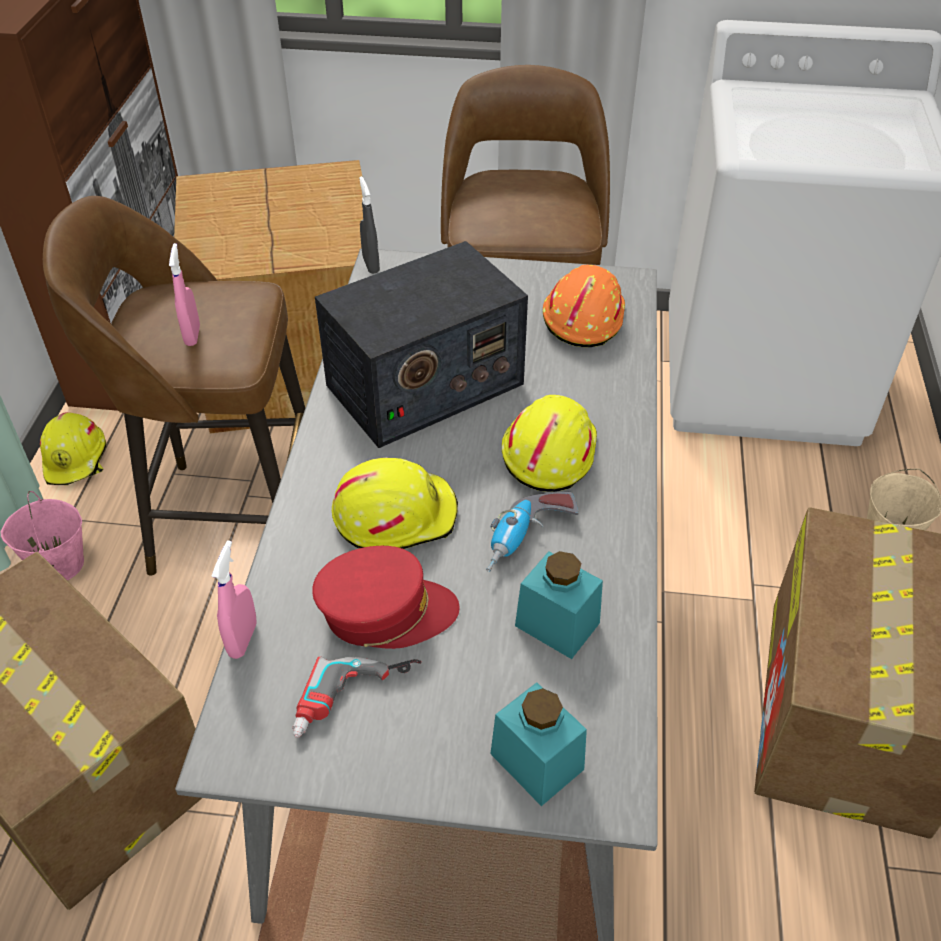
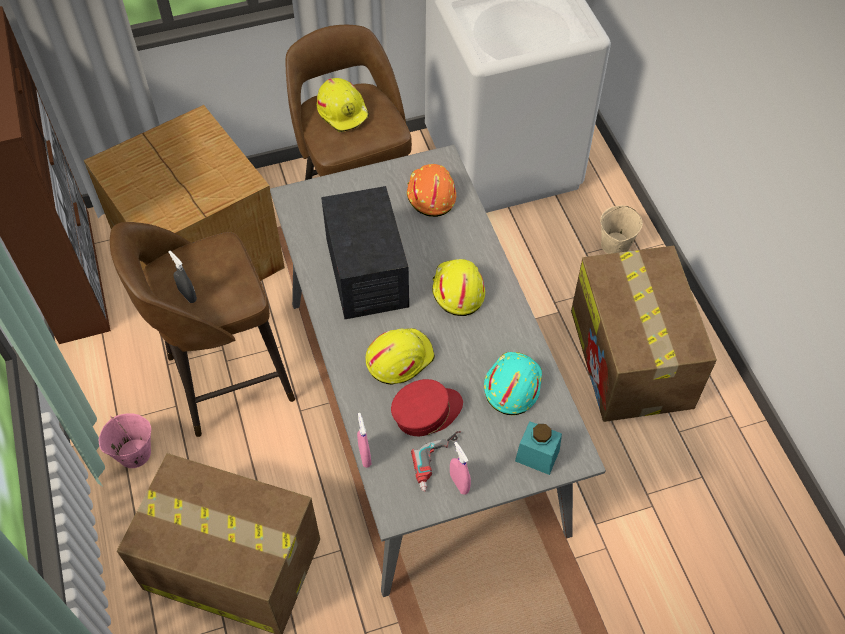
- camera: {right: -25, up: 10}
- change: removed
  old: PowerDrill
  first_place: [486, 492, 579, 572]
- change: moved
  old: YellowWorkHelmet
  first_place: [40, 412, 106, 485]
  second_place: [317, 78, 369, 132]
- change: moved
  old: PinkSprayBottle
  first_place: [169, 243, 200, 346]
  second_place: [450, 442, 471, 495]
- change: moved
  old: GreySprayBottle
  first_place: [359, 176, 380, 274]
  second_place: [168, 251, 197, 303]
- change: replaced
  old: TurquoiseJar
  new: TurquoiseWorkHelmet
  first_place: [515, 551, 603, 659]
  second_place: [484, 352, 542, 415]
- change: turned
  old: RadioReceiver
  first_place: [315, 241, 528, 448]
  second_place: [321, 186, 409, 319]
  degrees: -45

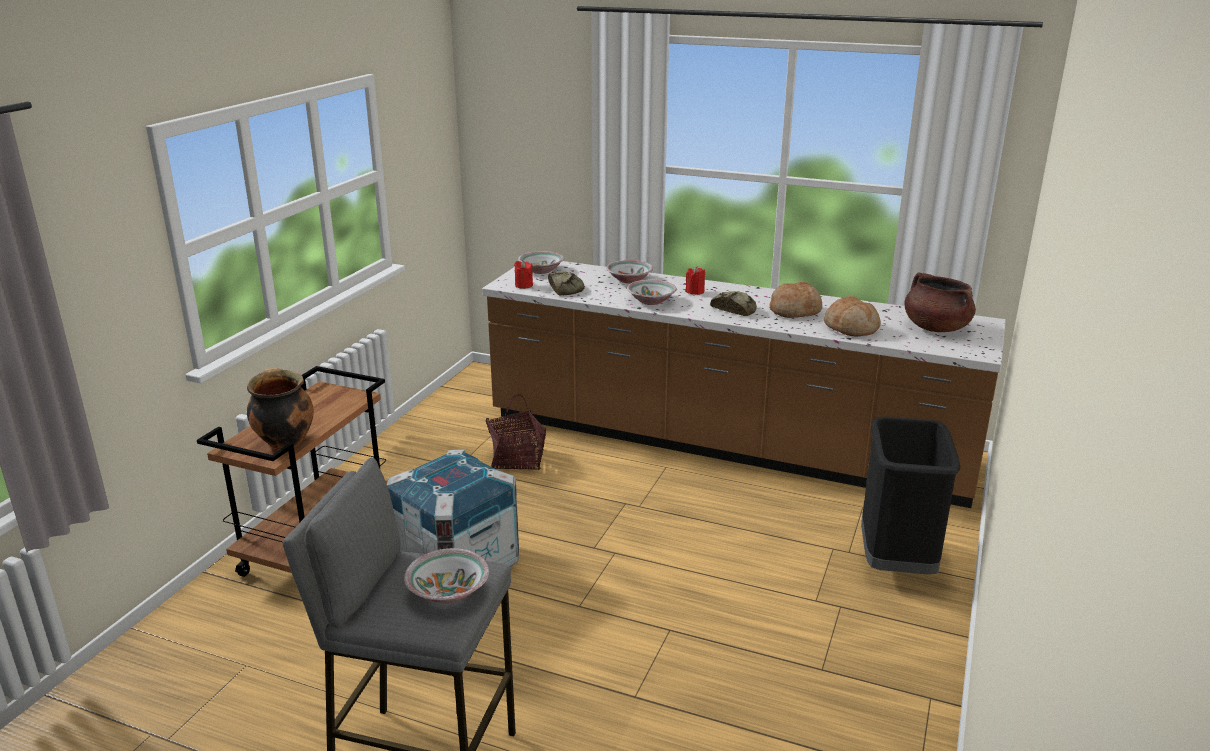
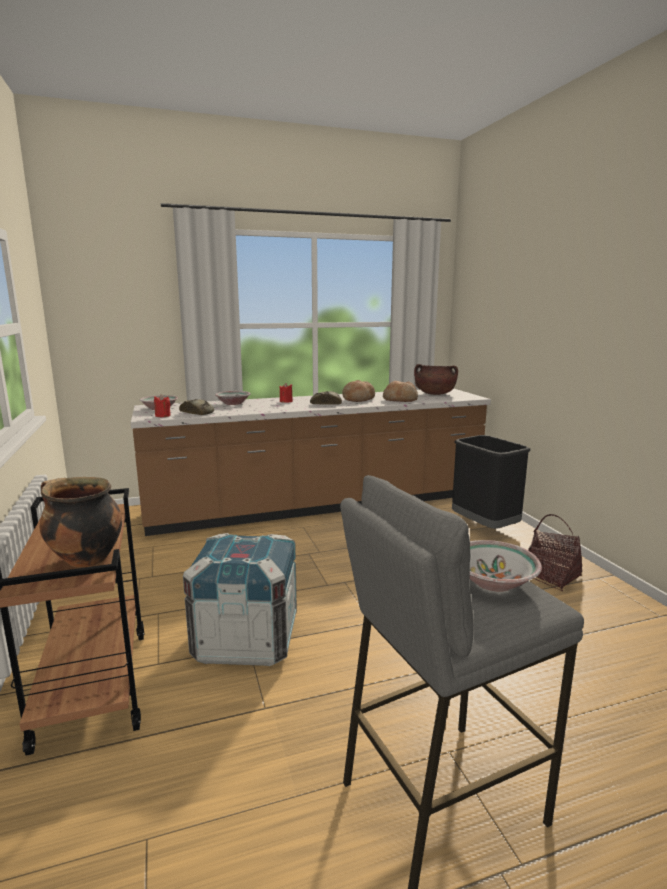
- camera: {right: -40, up: -10}
- change: removed
  old: DeepDish
  first_place: [627, 280, 677, 305]
- change: moved
  old: Basket
  first_place: [486, 394, 546, 470]
  second_place: [528, 514, 582, 591]

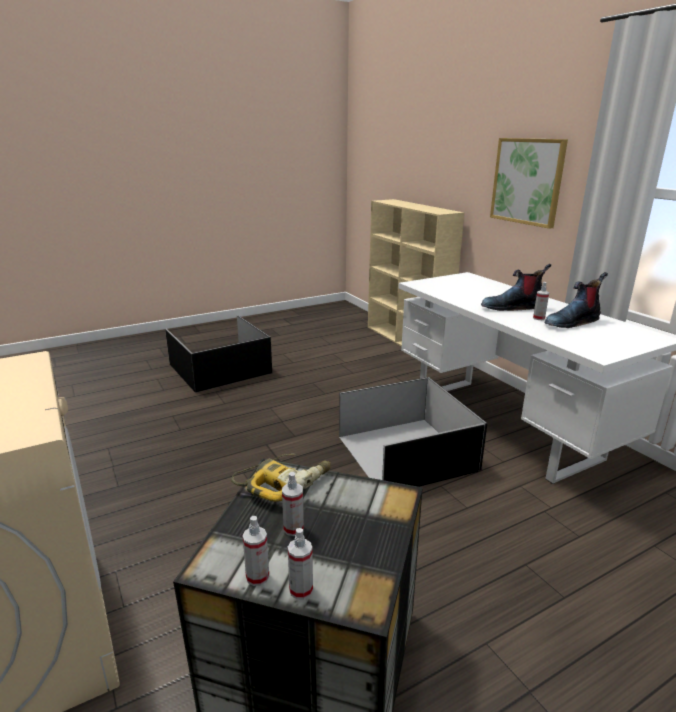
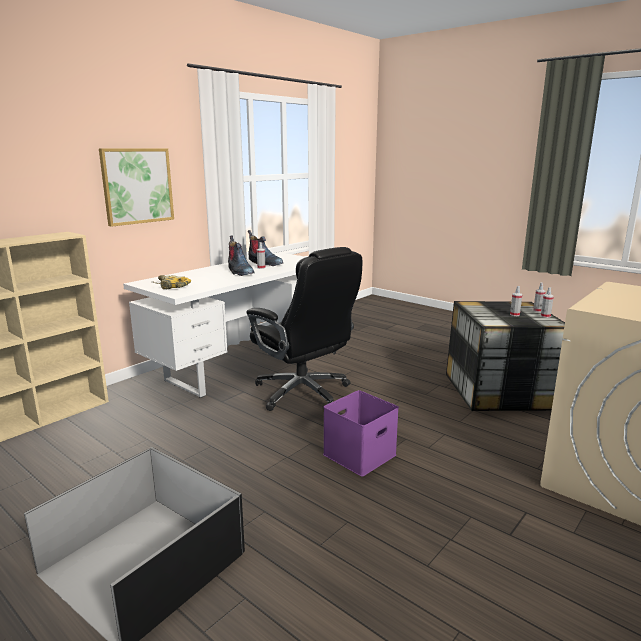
- camera: {right: -110, up: -5}
- change: added
  new: PurpleColouredStorageBox
  second_place: [323, 390, 399, 476]
- change: moved
  old: PowerDrill
  first_place: [231, 454, 331, 502]
  second_place: [154, 275, 191, 289]
- change: replaced
  old: BlackColouredStorageBox
  new: BlackColouredDeskChair
  first_place: [339, 377, 487, 487]
  second_place: [246, 247, 362, 411]

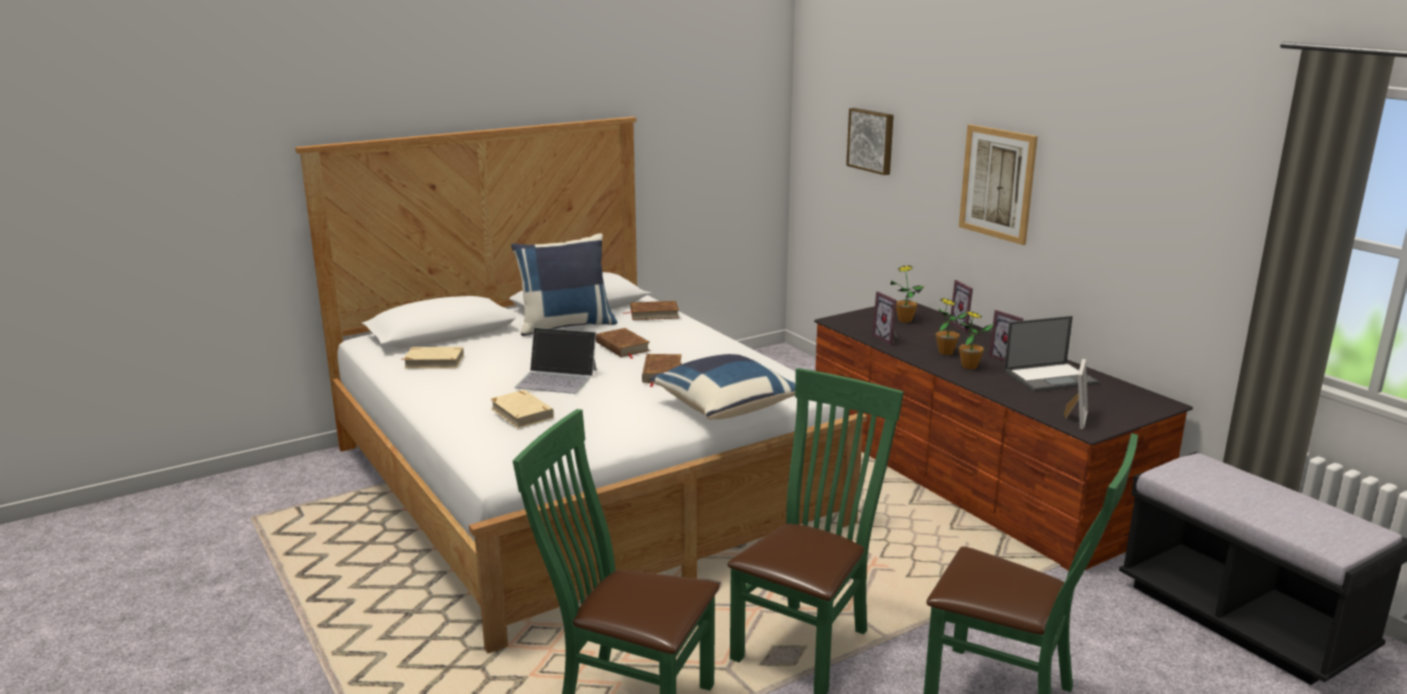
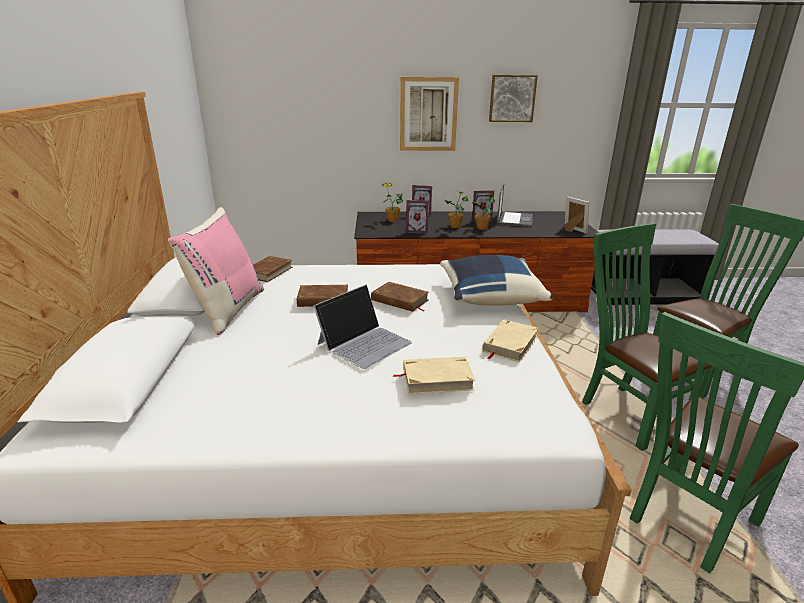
- camera: {right: -60, up: 5}
- change: moved
  old: BeigeColouredBook
  first_place: [401, 347, 464, 369]
  second_place: [482, 319, 539, 362]
- change: moved
  old: WallArt
  first_place: [846, 108, 894, 175]
  second_place: [489, 75, 538, 122]
- change: recoloured
  old: BluePillow
  new: PinkPillow
  first_place: [511, 233, 617, 336]
  second_place: [168, 207, 264, 335]

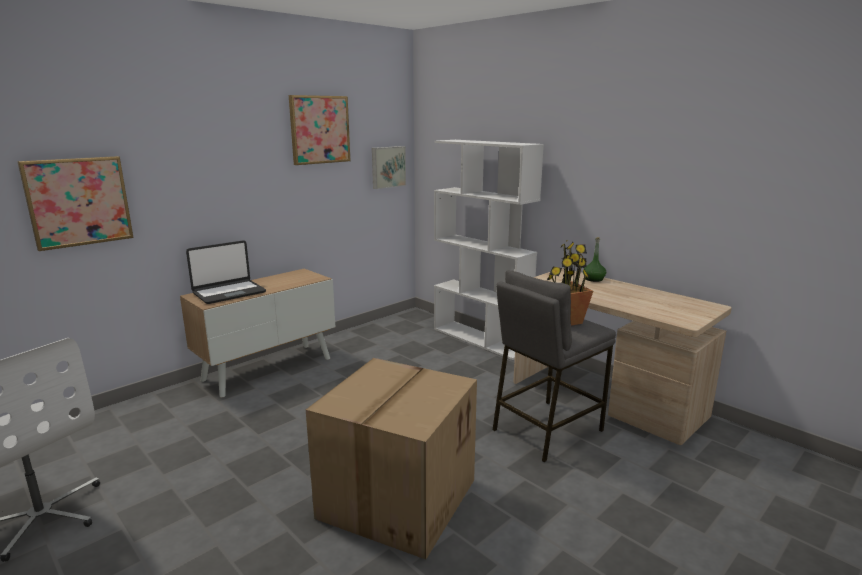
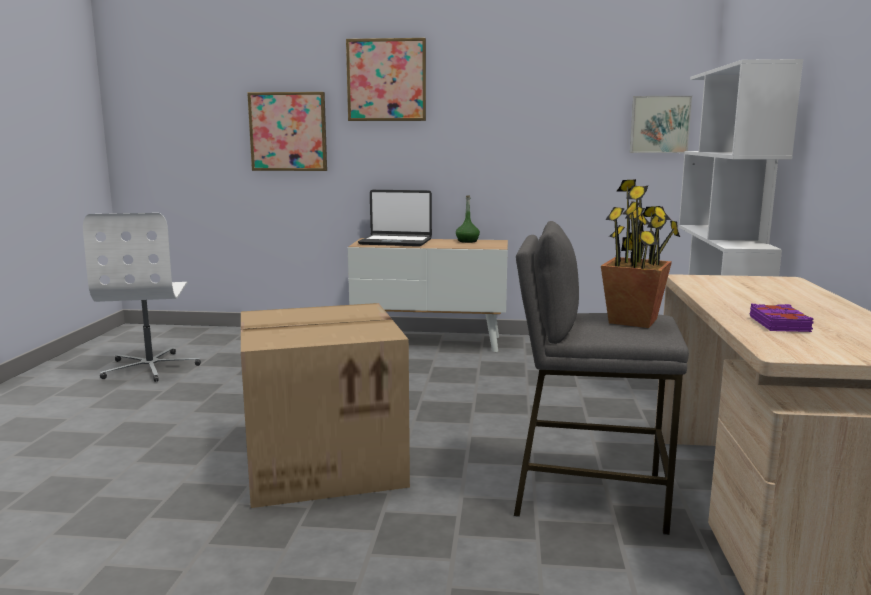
- camera: {right: 50, up: -5}
- change: added
  new: PurpleColouredBook
  second_place: [750, 304, 814, 332]
- change: moved
  old: WallArt
  first_place: [289, 95, 350, 165]
  second_place: [346, 38, 426, 121]
- change: moved
  old: GreenDrinkBottle
  first_place: [583, 237, 606, 282]
  second_place: [456, 195, 480, 243]

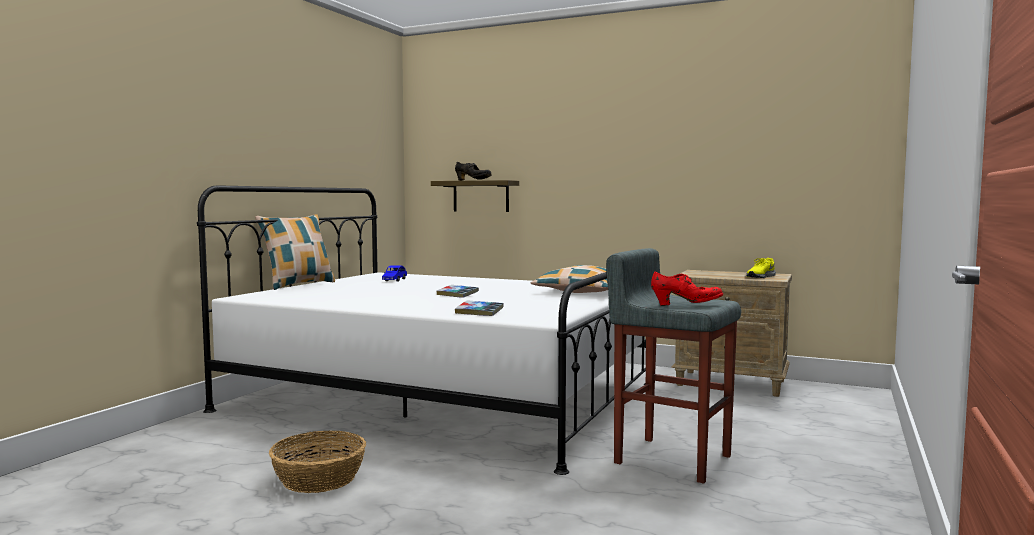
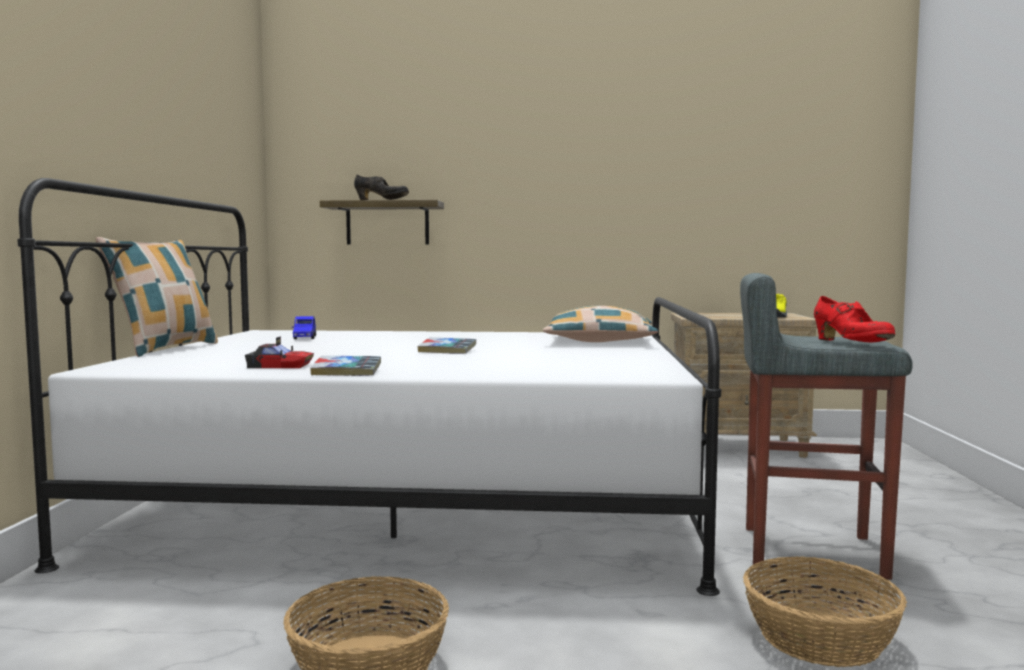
- camera: {right: -20, up: 0}
- change: added
  new: ModelCar
  second_place: [245, 336, 314, 368]
- change: added
  new: Basket
  second_place: [743, 557, 907, 667]
- change: moved
  old: Book
  first_place: [455, 301, 504, 316]
  second_place: [310, 356, 381, 376]
- change: turned
  old: RedColouredLowShoe
  first_place: [651, 271, 723, 306]
  second_place: [814, 296, 895, 342]
  degrees: 90

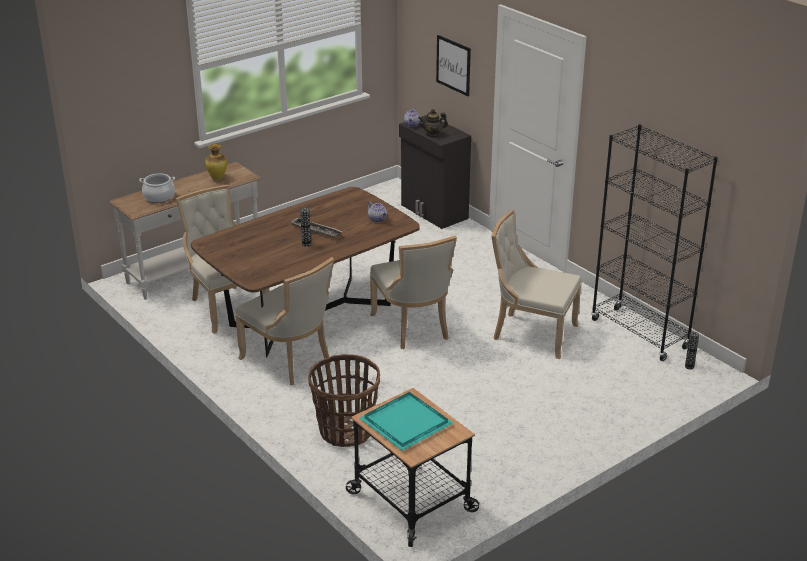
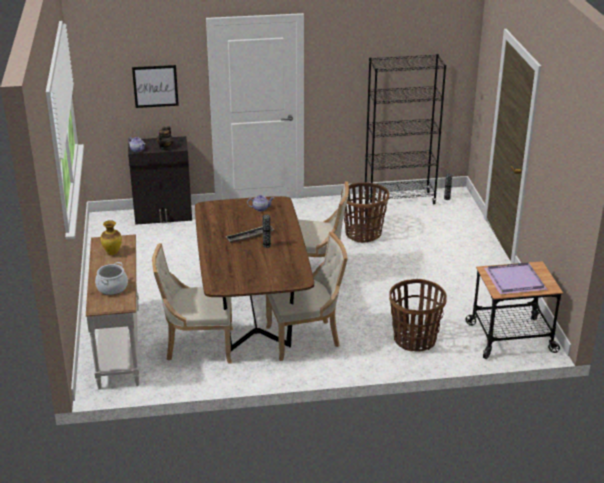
- camera: {right: -60, up: 0}
- change: replaced
  old: BeigeColouredUprightChair
  new: Basket
  first_place: [492, 210, 582, 359]
  second_place: [341, 183, 389, 243]
- change: recoloured
  old: TurquoiseTray
  new: PurpleColouredTray
  first_place: [359, 392, 453, 451]
  second_place: [484, 263, 548, 295]

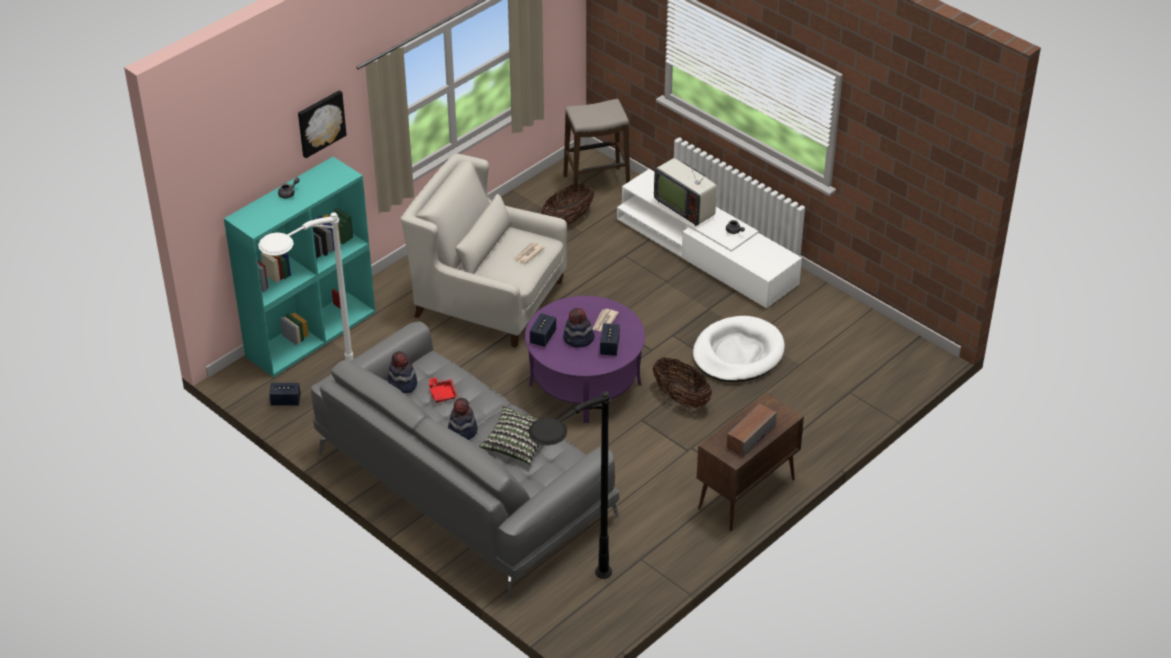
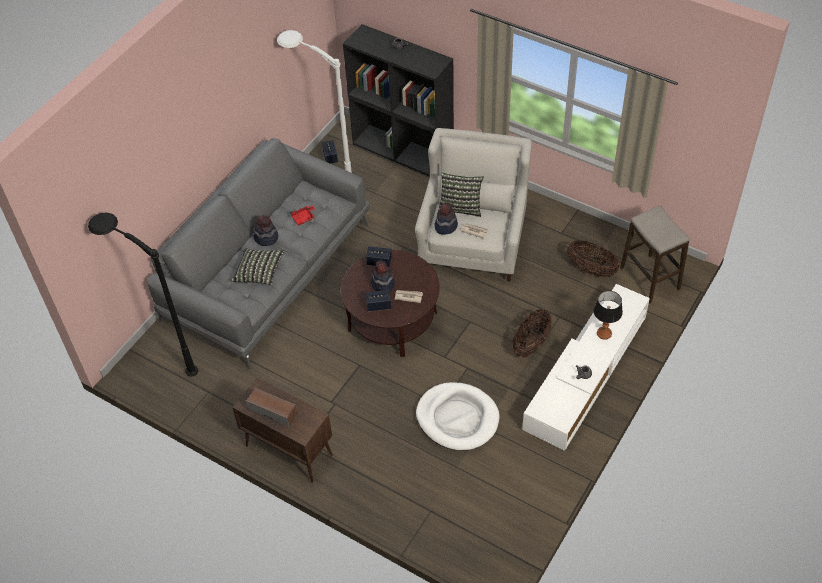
- camera: {right: 80, up: 10}
- change: removed
  old: WallArt
  first_place: [298, 90, 347, 158]
- change: added
  new: Pillow
  second_place: [438, 173, 484, 217]
- change: moved
  old: WearableHat
  first_place: [387, 351, 417, 393]
  second_place: [434, 202, 458, 235]
- change: moved
  old: Basket
  first_place: [653, 357, 712, 408]
  second_place: [513, 309, 551, 358]
- change: replaced
  old: TvSet
  new: LampForATable
  first_place: [654, 150, 717, 226]
  second_place: [594, 291, 623, 340]
- change: recoloured
  old: TurquoiseBookcase
  new: BlackColouredBookcase
  first_place: [224, 157, 376, 377]
  second_place: [343, 24, 454, 177]
- change: recoloured
  old: PurpleColouredCoffeeTable
  new: BrownColouredCoffeeTable
  first_place: [525, 296, 645, 423]
  second_place: [341, 250, 440, 357]

